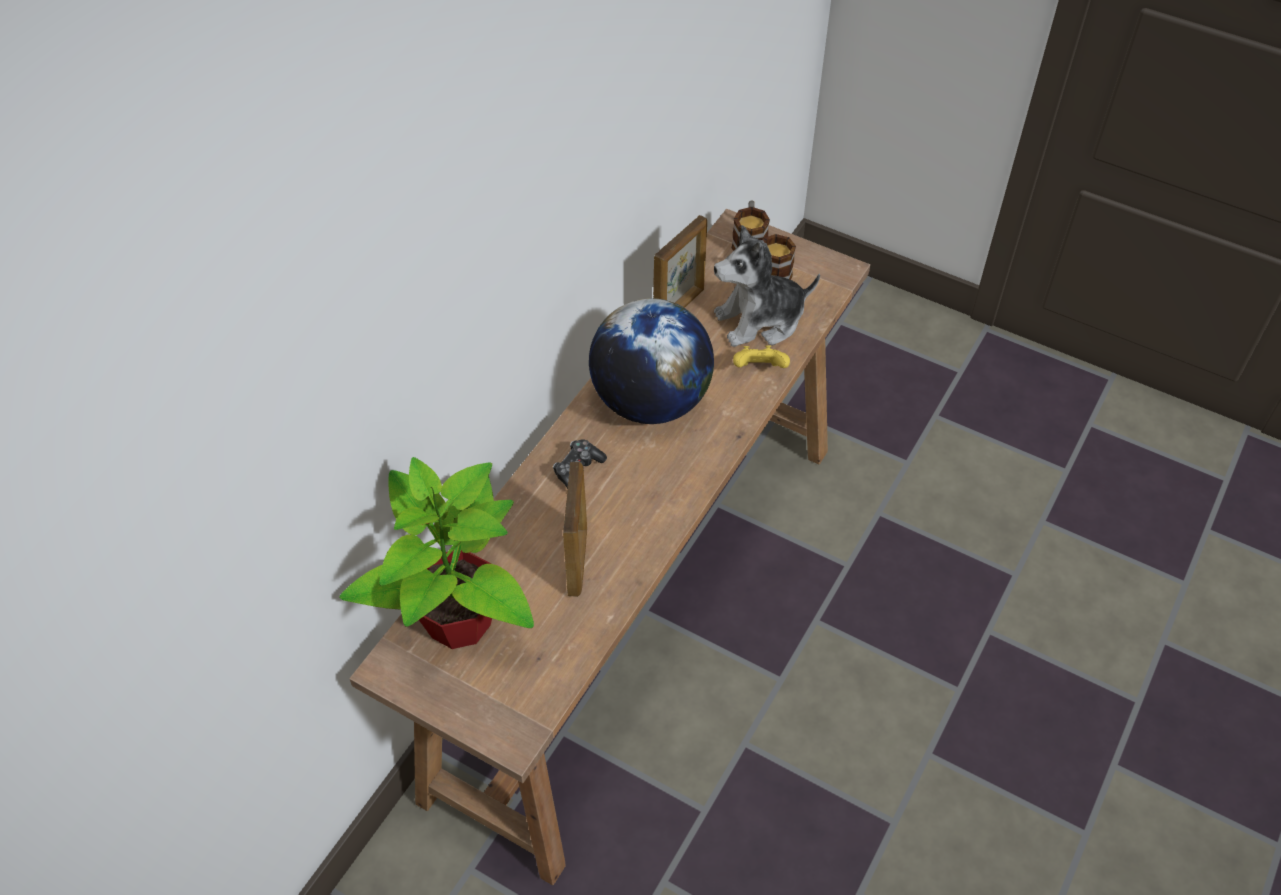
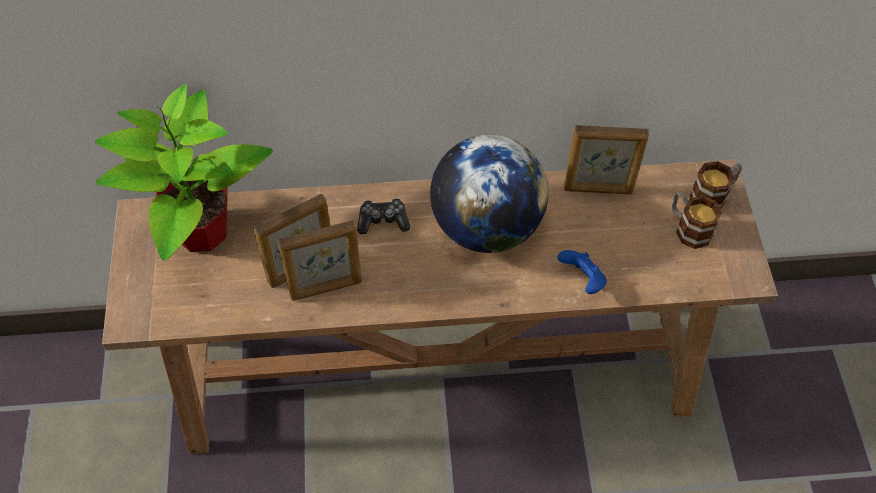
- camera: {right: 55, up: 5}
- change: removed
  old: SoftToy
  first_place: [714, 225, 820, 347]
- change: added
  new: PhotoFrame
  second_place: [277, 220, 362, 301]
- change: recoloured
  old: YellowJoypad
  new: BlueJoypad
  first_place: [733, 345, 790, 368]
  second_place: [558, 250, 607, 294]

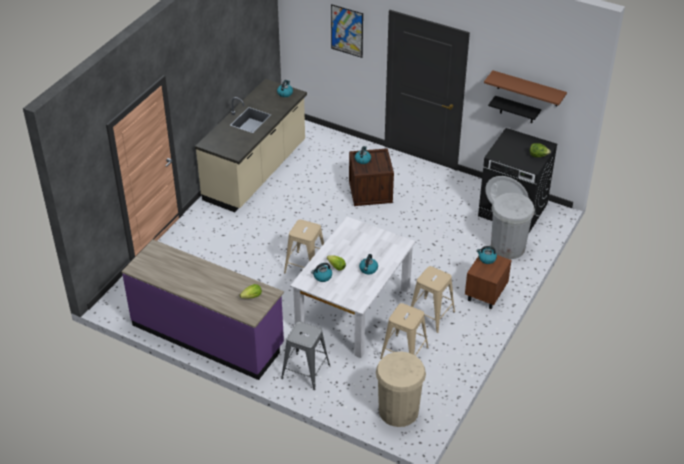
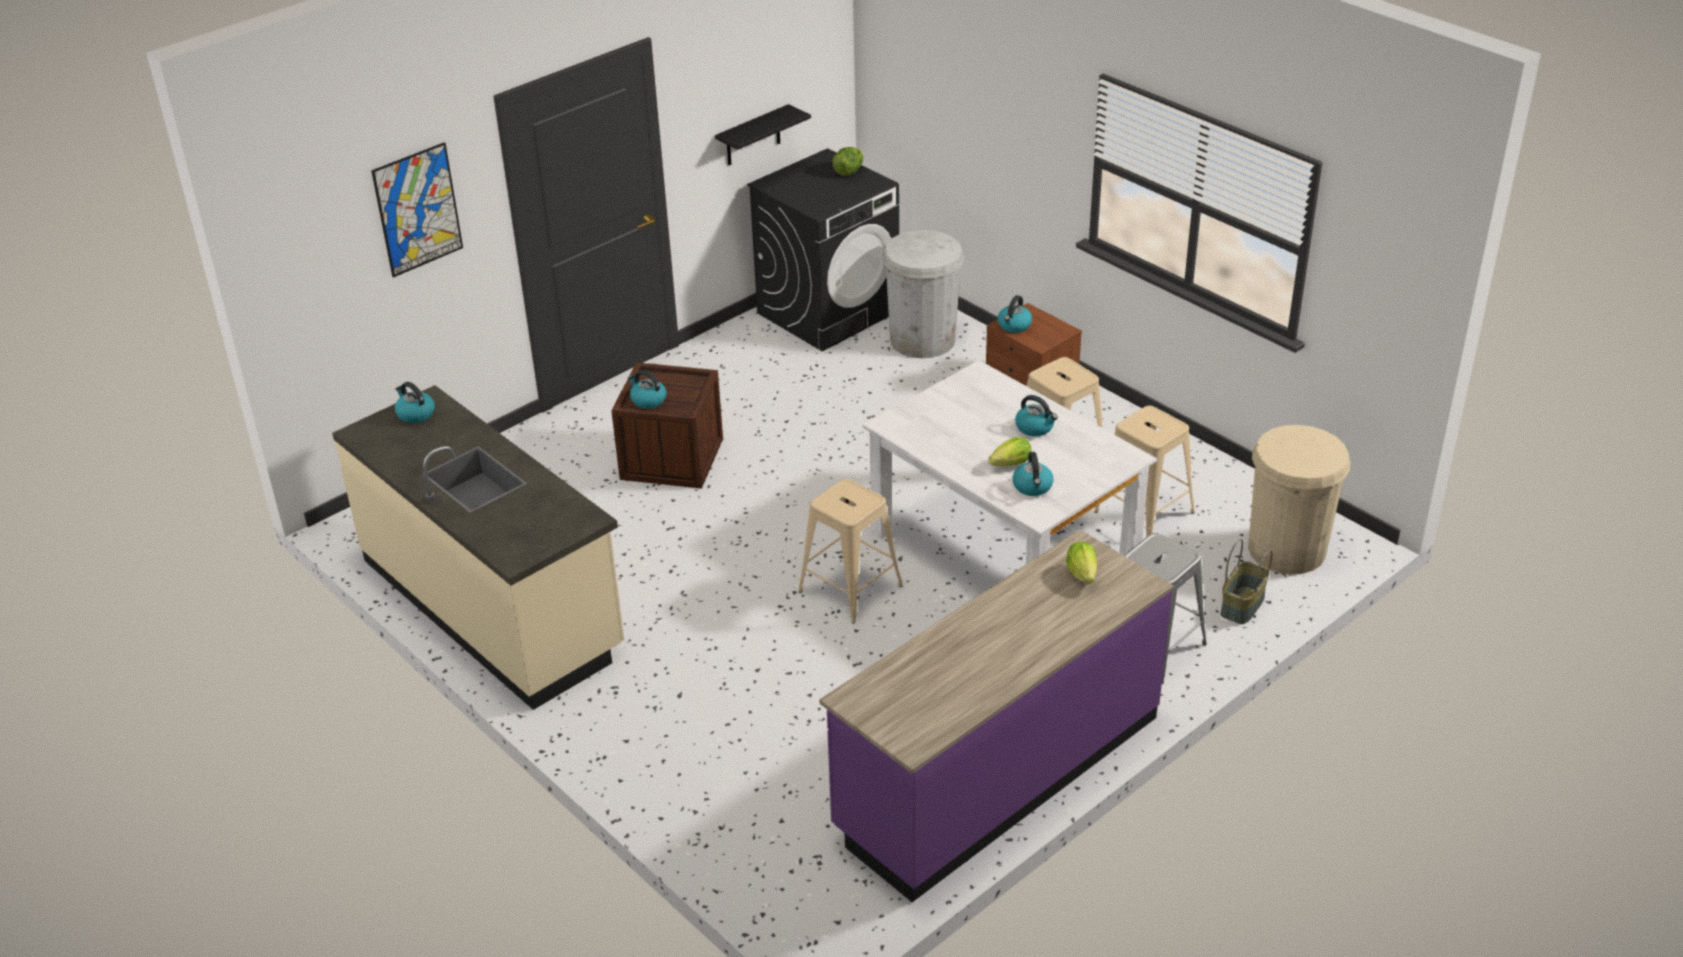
- camera: {right: -70, up: -5}
- change: removed
  old: BrownColouredShelf
  first_place: [484, 70, 567, 106]
- change: added
  new: Basket
  second_place: [1220, 539, 1273, 624]

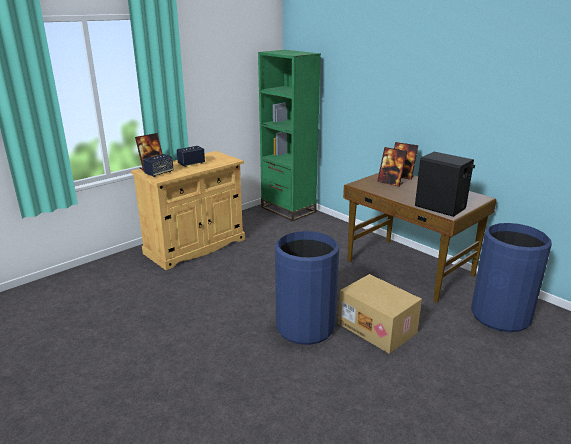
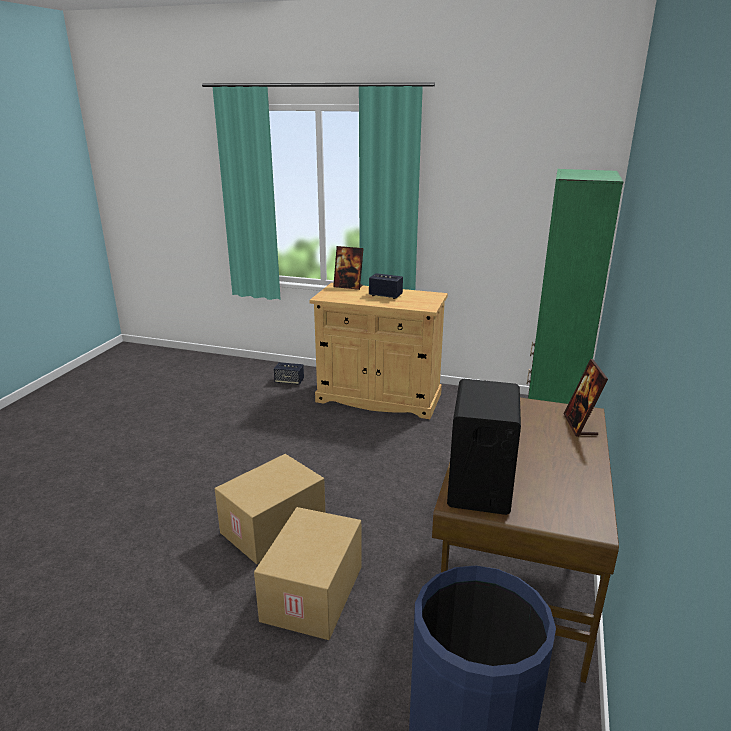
- camera: {right: 60, up: 0}
- change: removed
  old: PhotoFrame
  first_place: [377, 147, 407, 187]
- change: moved
  old: AudioSpeaker
  first_place: [143, 154, 174, 177]
  second_place: [274, 362, 304, 385]
- change: replaced
  old: BlueTrashCan
  new: CardboardBox
  first_place: [275, 231, 339, 345]
  second_place: [214, 454, 325, 564]

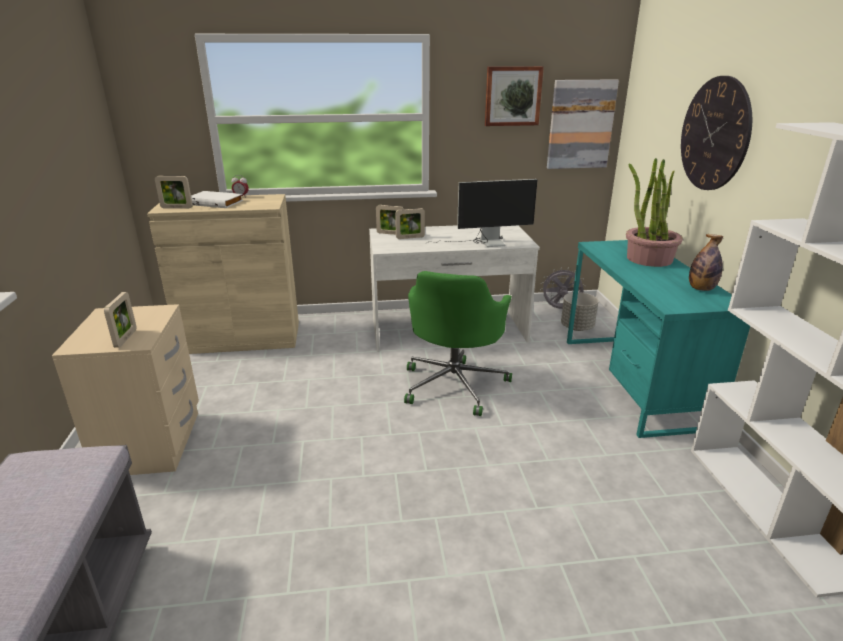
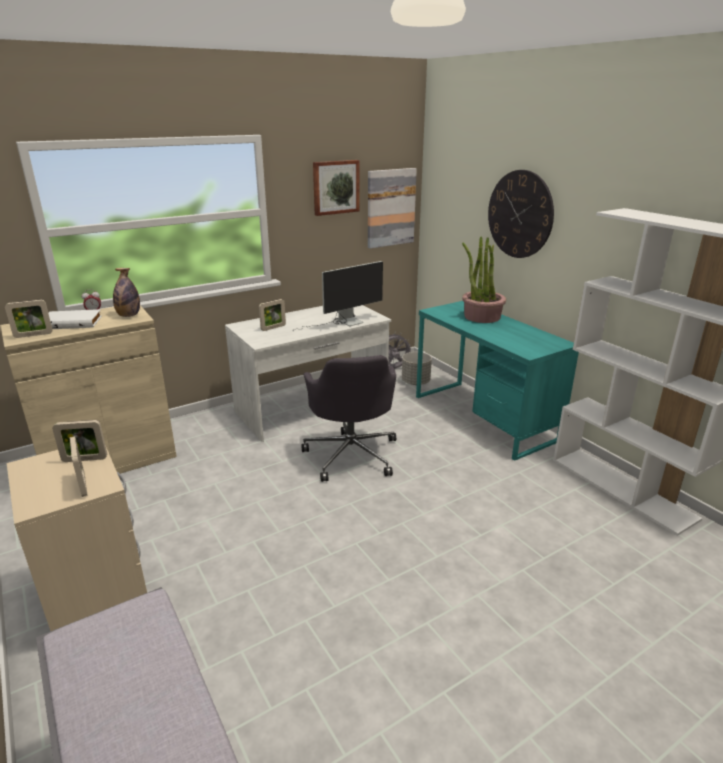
- camera: {right: -25, up: 0}
- change: moved
  old: PhotoFrame
  first_place: [376, 205, 404, 235]
  second_place: [52, 420, 107, 462]
- change: moved
  old: DrinkBottle
  first_place: [689, 234, 723, 291]
  second_place: [113, 268, 140, 317]
- change: recoloured
  old: GreenDeskChair
  new: GreyDeskChair
  first_place: [404, 271, 512, 416]
  second_place: [301, 355, 396, 482]

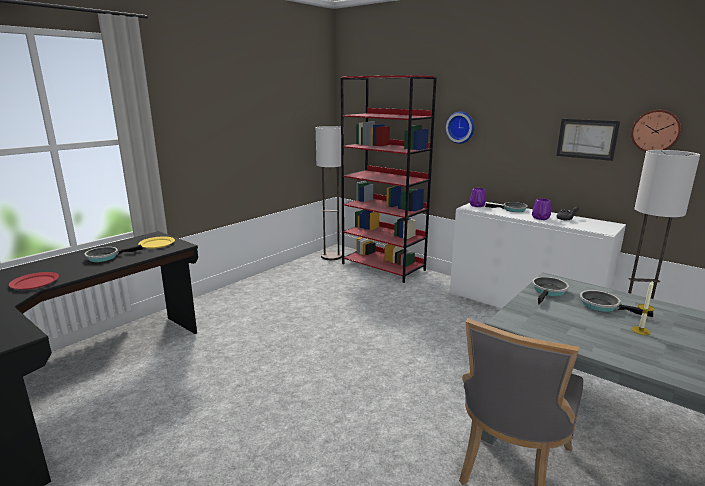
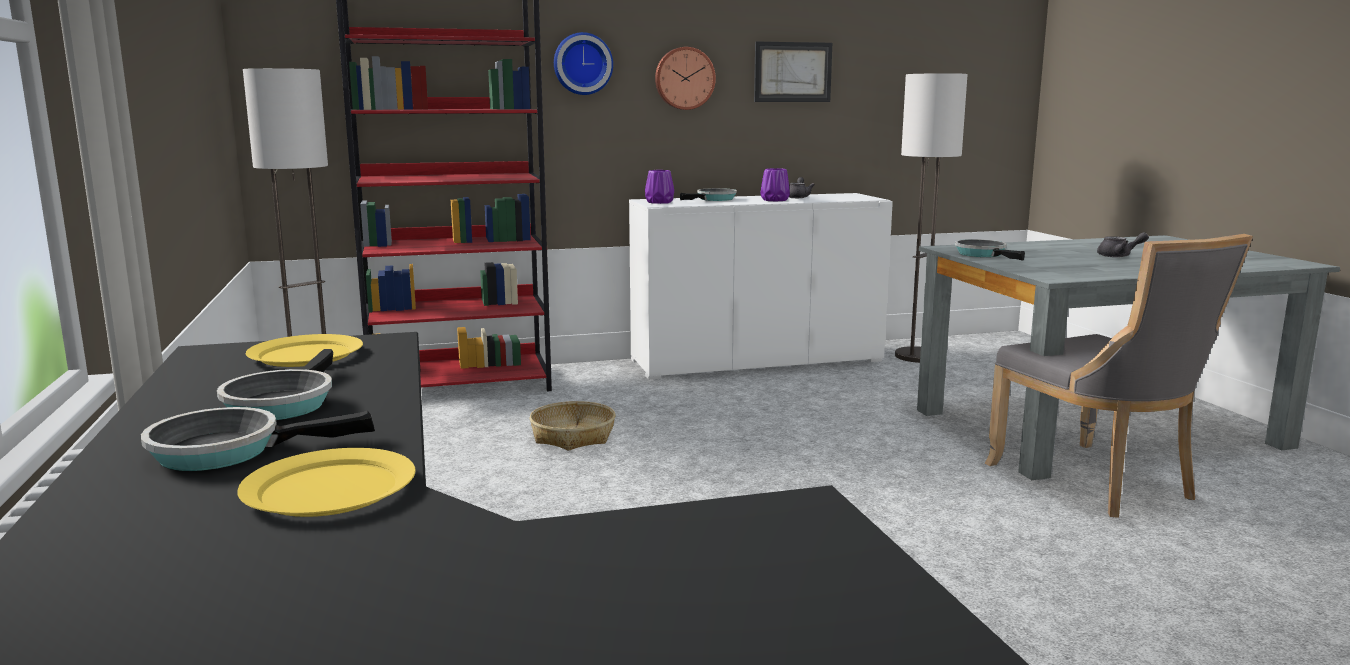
- camera: {right: -55, up: -5}
- change: added
  new: Basket
  second_place: [529, 401, 615, 451]
- change: moved
  old: FryingPan
  first_place: [580, 290, 653, 317]
  second_place: [141, 407, 375, 471]
- change: moved
  old: ClockOnTheWall
  first_place: [631, 110, 682, 152]
  second_place: [655, 47, 716, 110]
- change: replaced
  old: WaxCandle
  new: GreyPotForTea
  first_place: [631, 280, 655, 335]
  second_place: [1097, 232, 1149, 257]
- change: recoloured
  old: RedColouredFlatDish
  new: YellowFlatDish
  first_place: [9, 272, 59, 290]
  second_place: [237, 448, 416, 517]

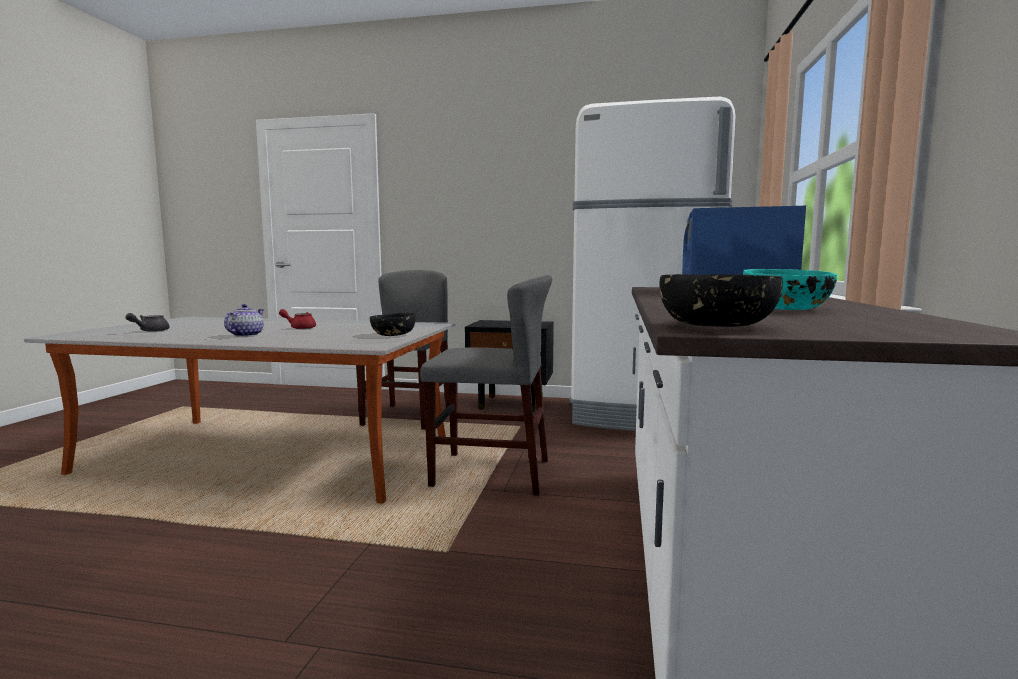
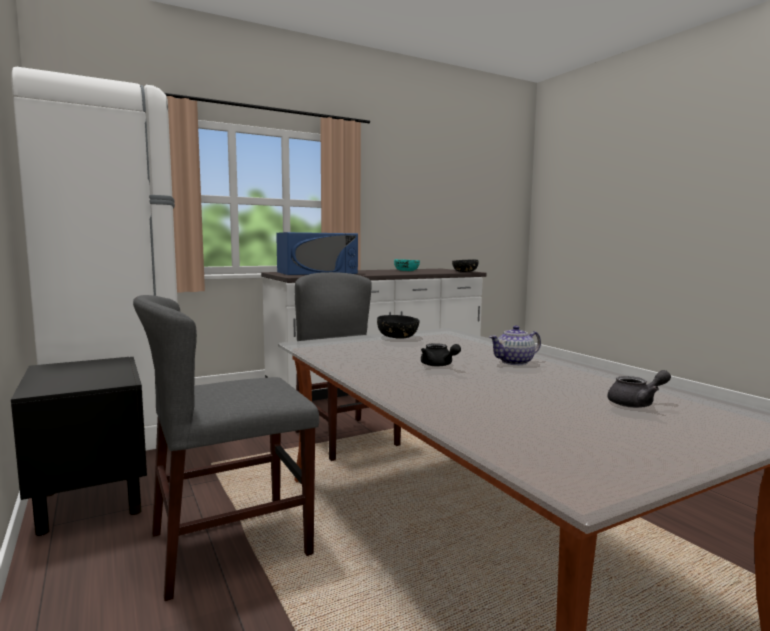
- camera: {right: -130, up: 0}
- change: recoloured
  old: RedColouredPotForTea
  new: BlackColouredPotForTea
  first_place: [279, 309, 316, 329]
  second_place: [421, 343, 461, 366]

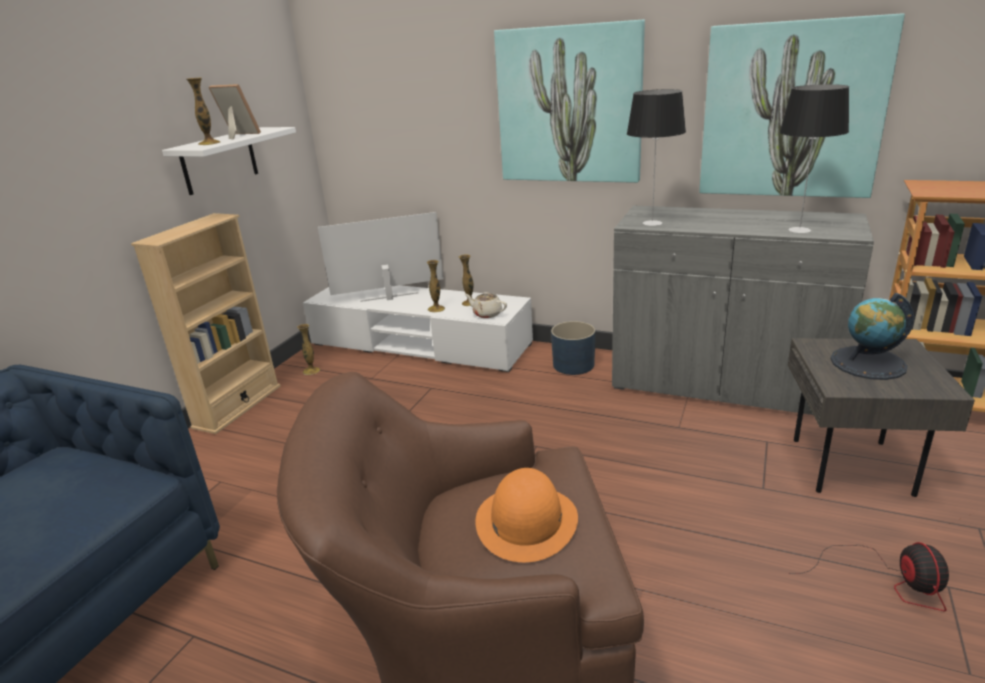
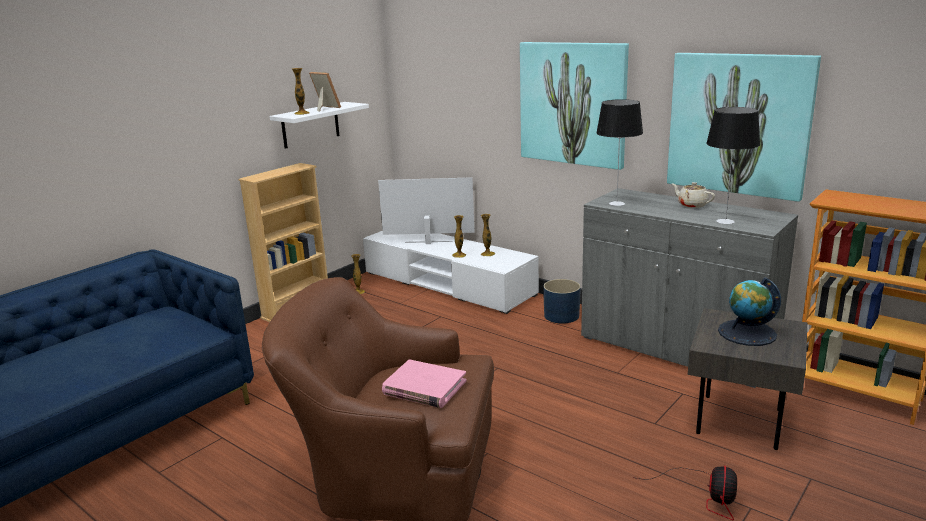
- camera: {right: 15, up: -5}
- change: moved
  old: BeigeColouredPotForTea
  first_place: [465, 292, 507, 318]
  second_place: [671, 182, 715, 208]
- change: replaced
  old: OrangeWearableHat
  new: PinkBook
  first_place: [475, 468, 578, 562]
  second_place: [382, 359, 466, 408]

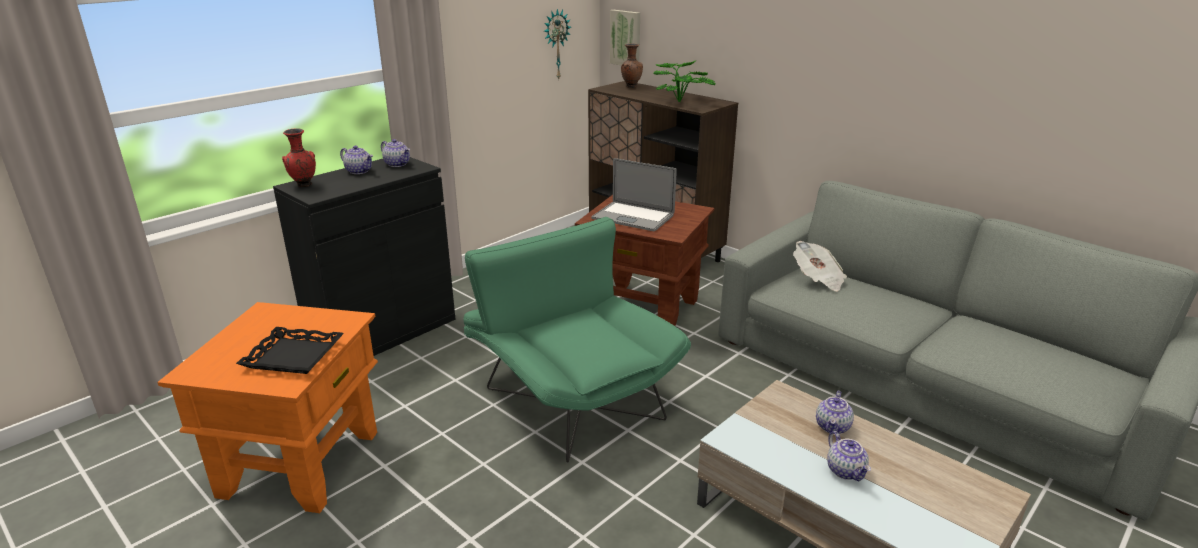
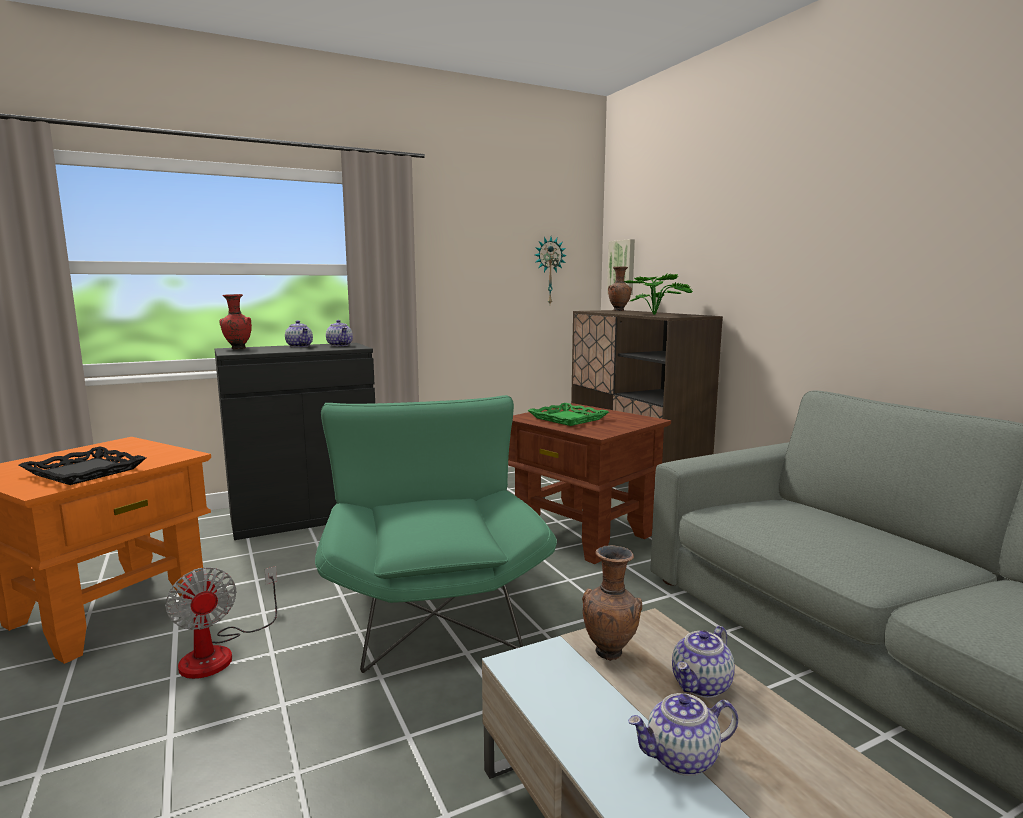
- camera: {right: 20, up: -15}
- change: removed
  old: Newspaper
  first_place: [793, 241, 847, 292]
- change: added
  new: CoolingFan
  second_place: [165, 566, 277, 679]
- change: added
  new: BrownColouredVase
  second_place: [582, 545, 642, 661]
- change: replaced
  old: PortableComputer
  new: GreenTray
  first_place: [591, 158, 677, 232]
  second_place: [528, 403, 609, 426]
- change: turned
  old: PotForTea
  first_place: [827, 431, 871, 481]
  second_place: [628, 693, 738, 776]
  degrees: 75

